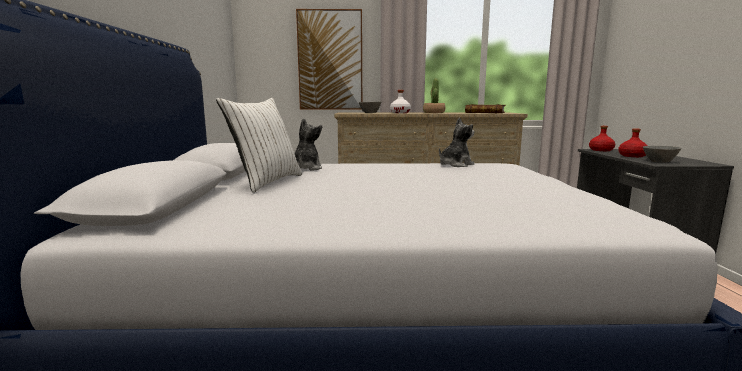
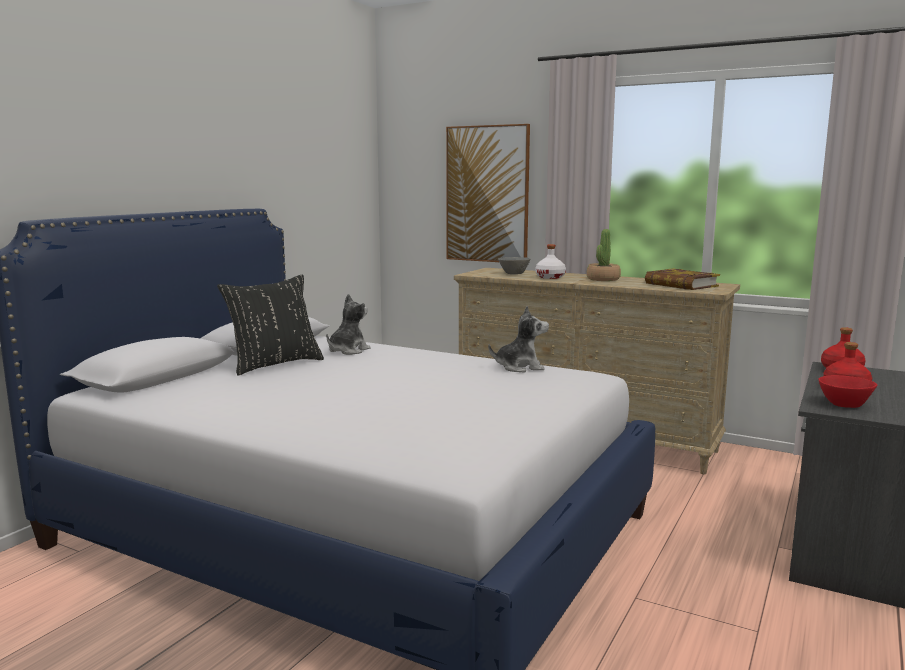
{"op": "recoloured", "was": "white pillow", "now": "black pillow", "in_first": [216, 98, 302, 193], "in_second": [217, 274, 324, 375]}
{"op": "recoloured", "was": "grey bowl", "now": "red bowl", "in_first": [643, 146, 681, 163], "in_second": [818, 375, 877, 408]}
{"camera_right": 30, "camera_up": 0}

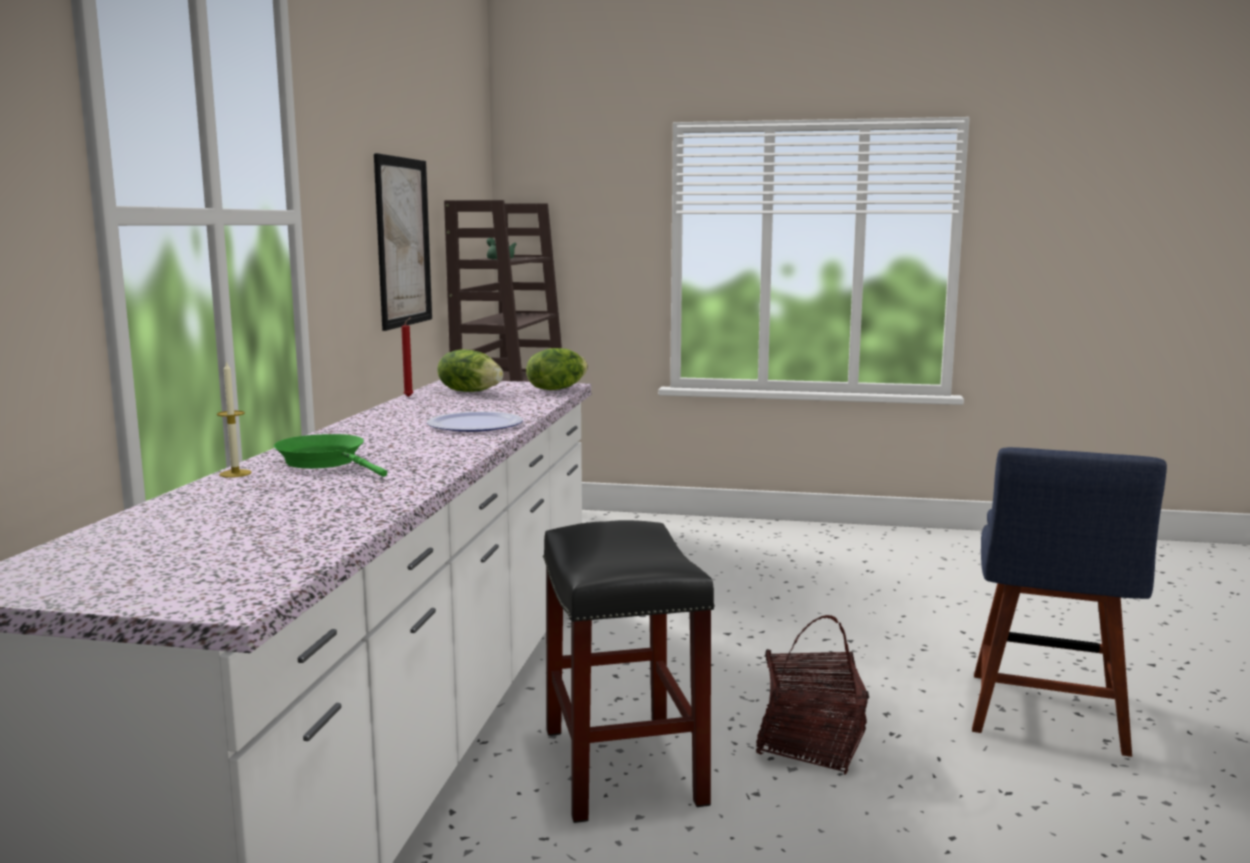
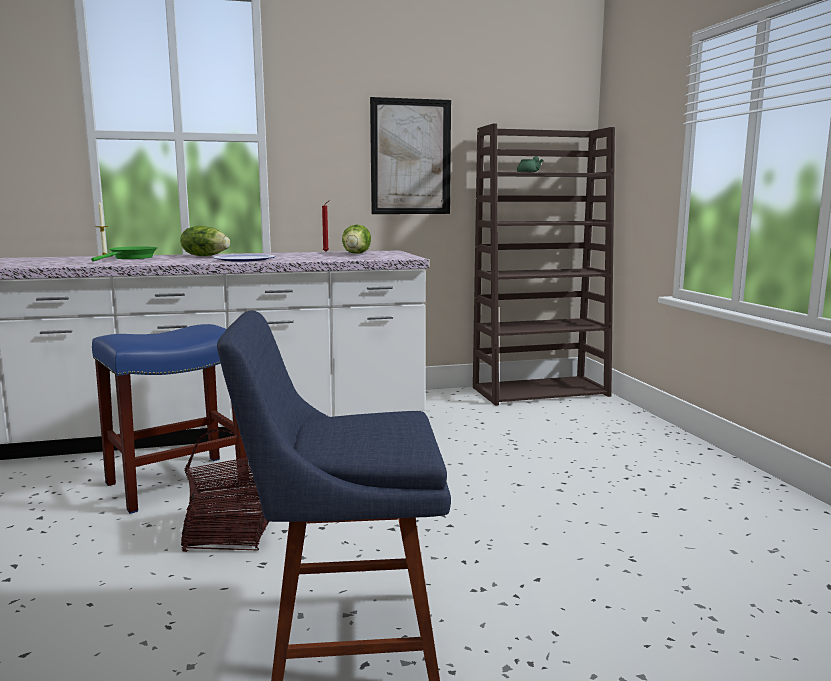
{"op": "recoloured", "was": "black stool", "now": "blue stool", "in_first": [543, 520, 715, 823], "in_second": [92, 324, 249, 514]}
{"op": "moved", "was": "lettuce", "in_first": [526, 348, 588, 390], "in_second": [180, 226, 230, 256]}
{"camera_right": 65, "camera_up": 0}

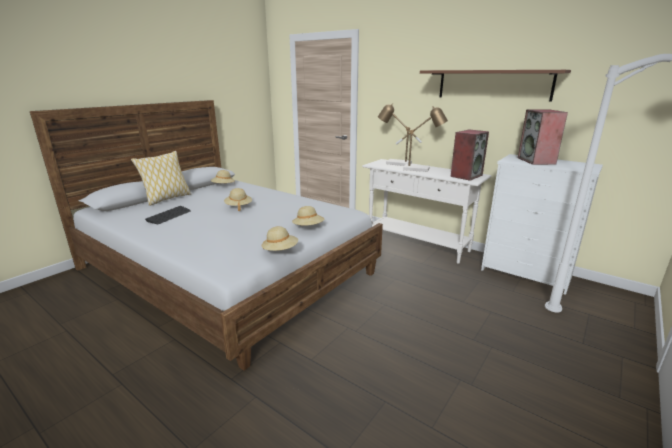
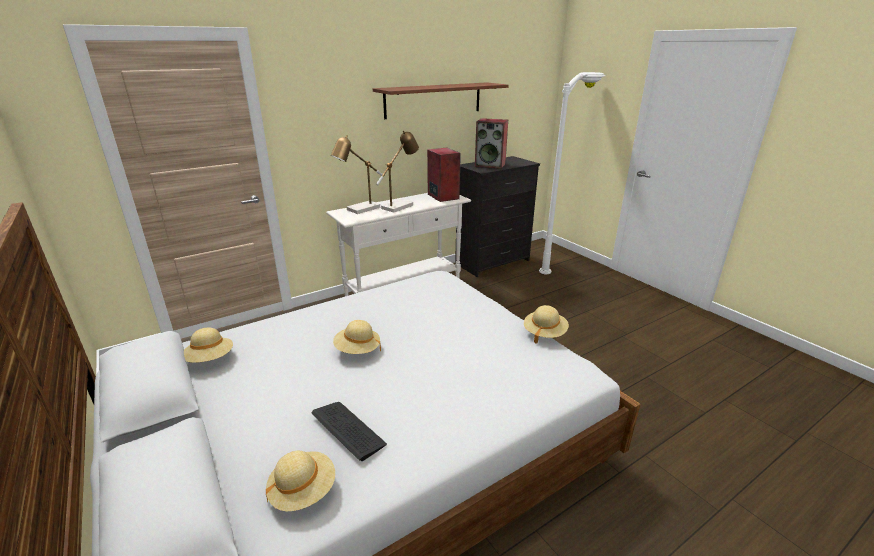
{"op": "moved", "was": "beige hat", "in_first": [292, 206, 324, 226], "in_second": [266, 451, 335, 511]}
{"op": "recoloured", "was": "white dresser", "now": "black dresser", "in_first": [481, 154, 603, 295], "in_second": [455, 156, 540, 277]}
{"op": "removed", "was": "pillow", "in_first": [131, 151, 191, 206]}
{"camera_right": -70, "camera_up": 5}

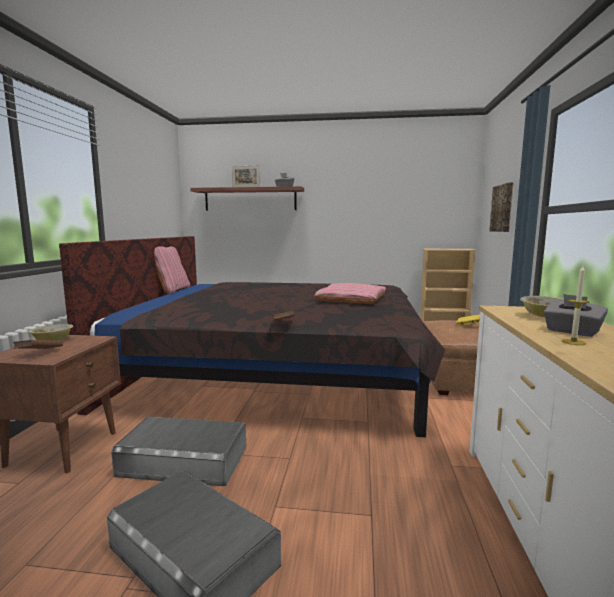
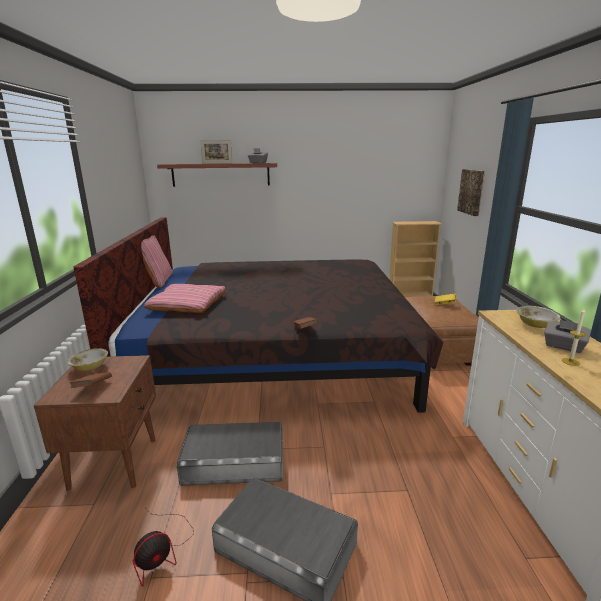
{"op": "added", "now": "fan", "in_second": [133, 507, 194, 587]}
{"op": "moved", "was": "pink pillow", "in_first": [314, 283, 386, 304], "in_second": [144, 284, 225, 313]}
{"camera_right": -10, "camera_up": 10}

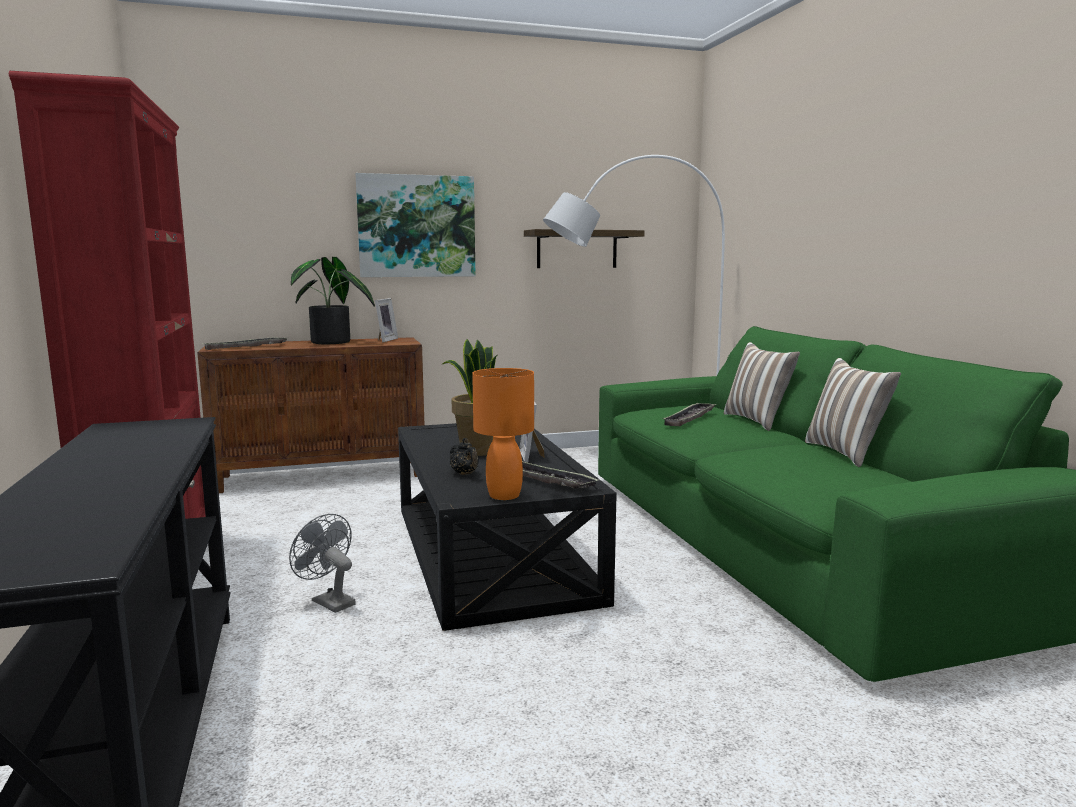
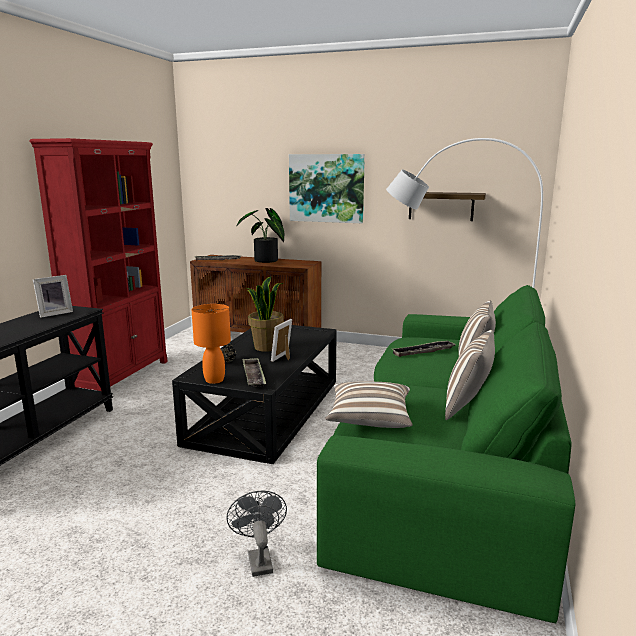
{"op": "moved", "was": "picture frame", "in_first": [375, 298, 398, 342], "in_second": [33, 275, 73, 318]}
{"op": "moved", "was": "grey fan", "in_first": [289, 514, 356, 613], "in_second": [226, 490, 287, 577]}
{"op": "added", "now": "pillow", "in_second": [325, 381, 413, 428]}
{"camera_right": 35, "camera_up": 5}

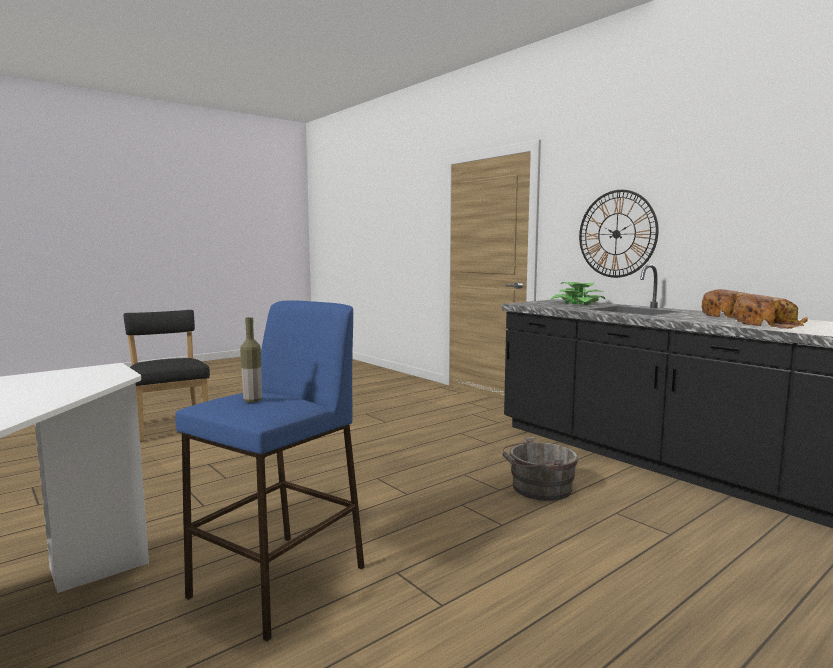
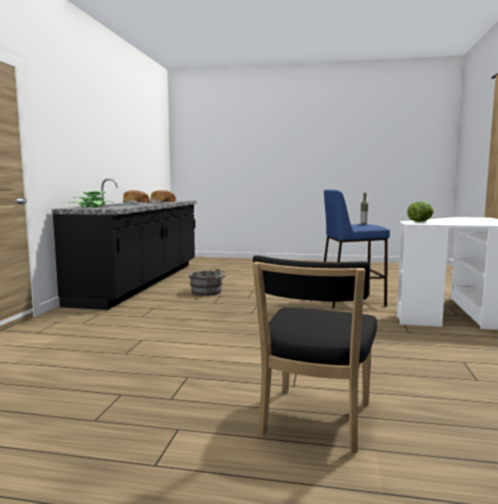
{"op": "added", "now": "lettuce", "in_second": [407, 201, 433, 222]}
{"op": "removed", "was": "wall clock", "in_first": [579, 190, 659, 278]}
{"camera_right": -130, "camera_up": 0}

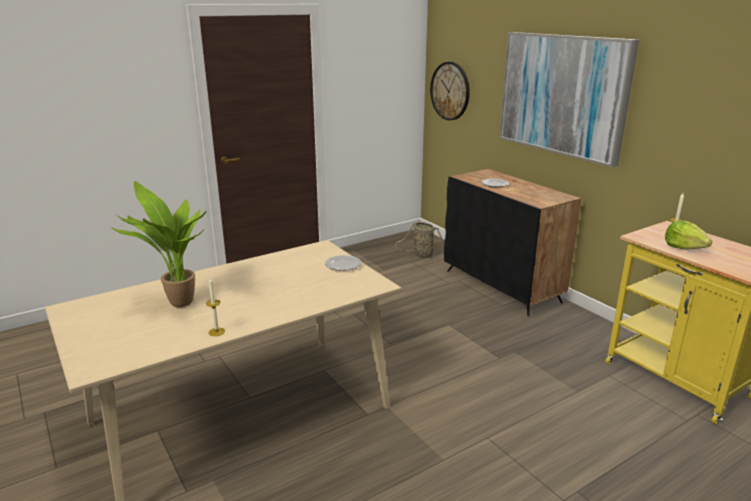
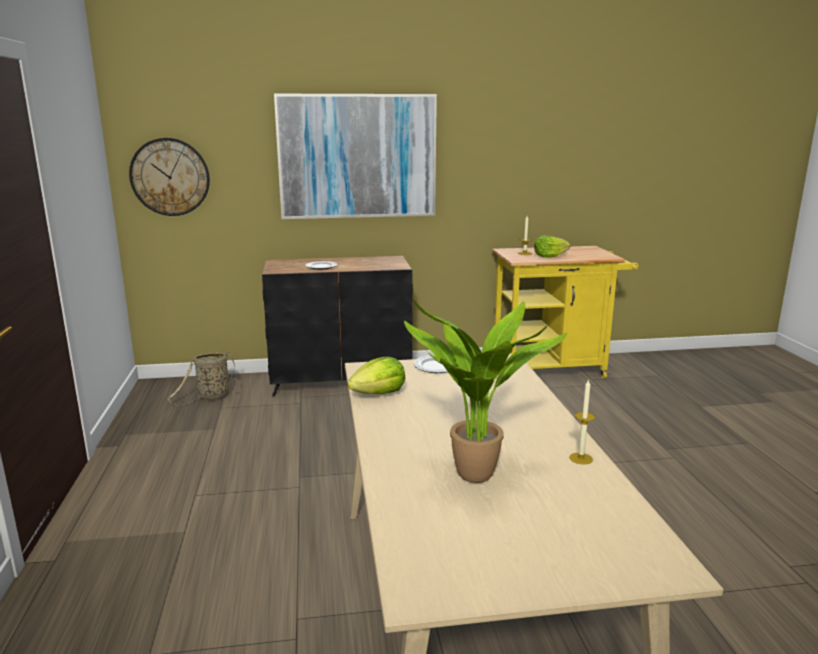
{"op": "added", "now": "lettuce", "in_second": [348, 357, 405, 394]}
{"camera_right": -65, "camera_up": -5}

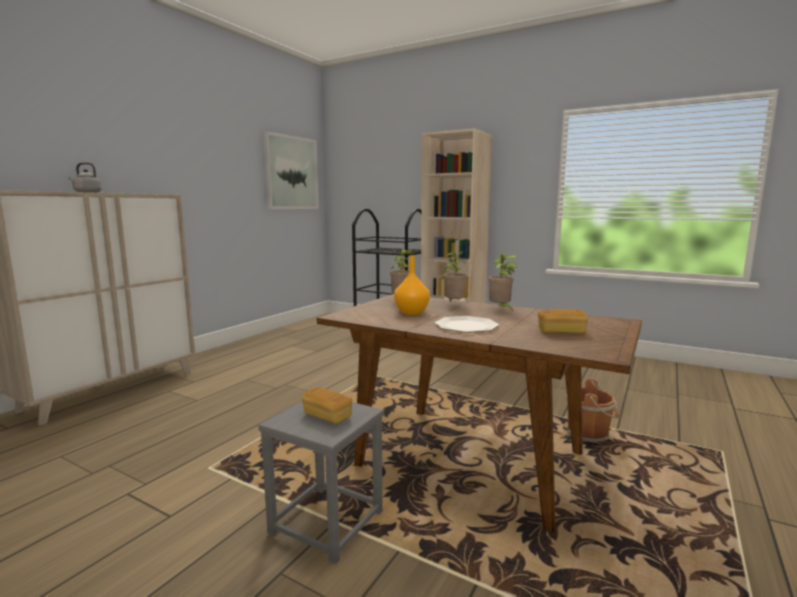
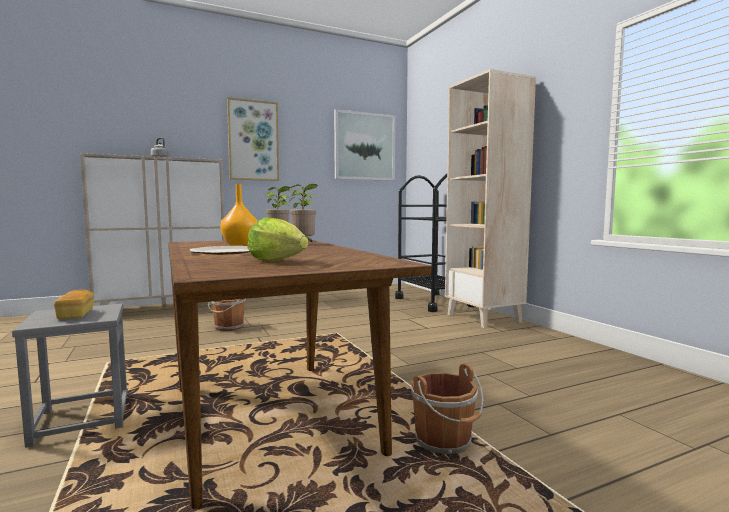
{"op": "added", "now": "brown bucket", "in_second": [208, 299, 246, 331]}
{"op": "added", "now": "picture", "in_second": [227, 97, 279, 181]}
{"op": "replaced", "was": "bread", "now": "lettuce", "in_first": [538, 309, 588, 334], "in_second": [247, 217, 308, 261]}
{"op": "removed", "was": "potted plant", "in_first": [489, 254, 517, 311]}
{"camera_right": 35, "camera_up": -5}

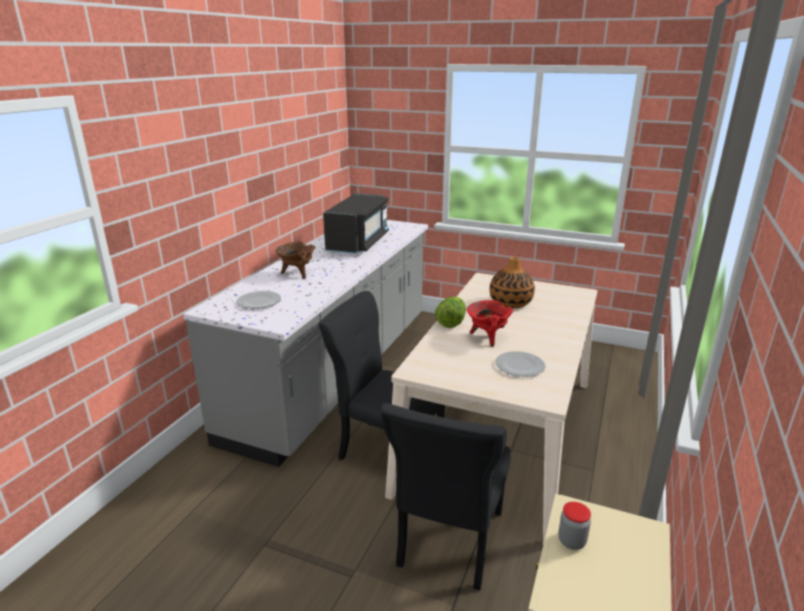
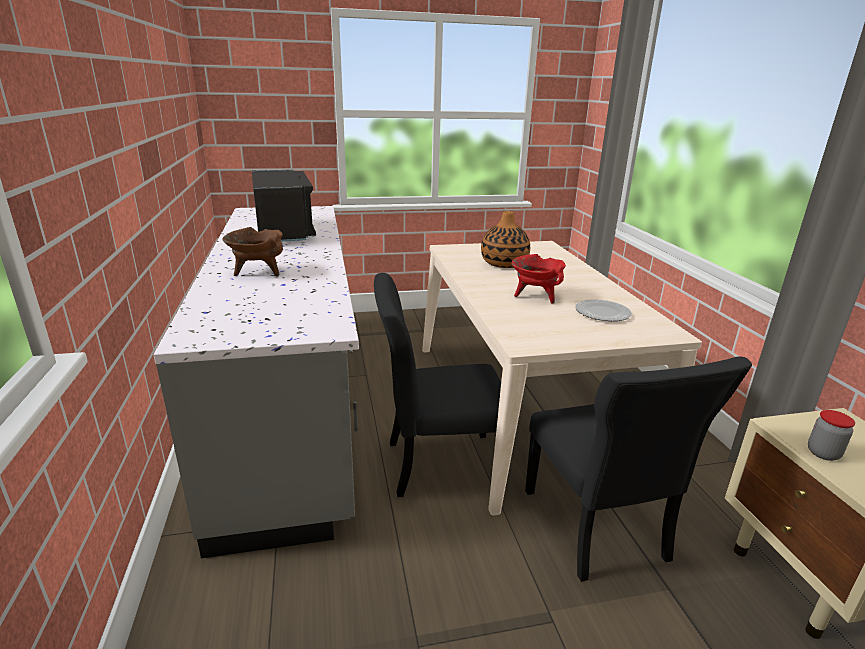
{"op": "removed", "was": "plate", "in_first": [236, 291, 281, 309]}
{"op": "removed", "was": "lettuce", "in_first": [435, 297, 466, 328]}
{"camera_right": -35, "camera_up": 0}

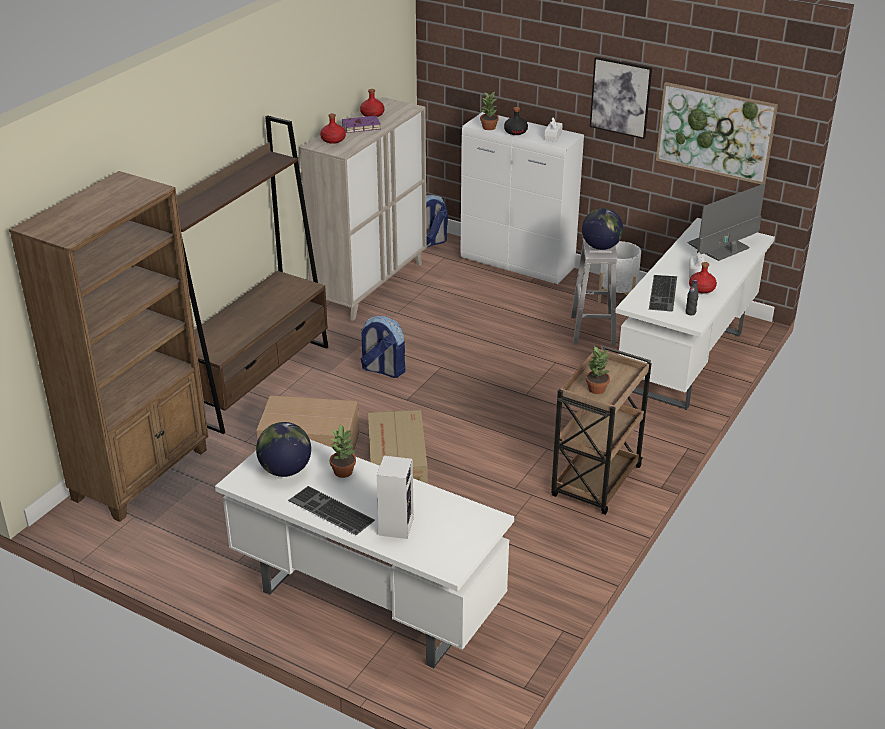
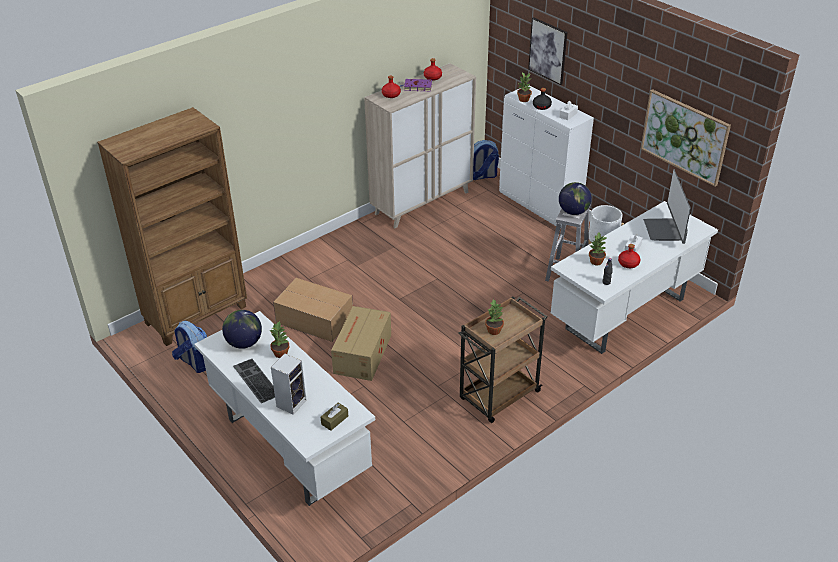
{"op": "moved", "was": "backpack", "in_first": [360, 316, 405, 378], "in_second": [172, 321, 207, 373]}
{"op": "added", "now": "brown tissue box", "in_second": [321, 403, 348, 431]}
{"op": "moved", "was": "picture", "in_first": [590, 57, 652, 139], "in_second": [528, 17, 567, 85]}
{"op": "replaced", "was": "keyboard", "now": "potted plant", "in_first": [649, 275, 677, 312], "in_second": [589, 233, 606, 265]}
{"op": "turned", "was": "monitor", "in_first": [687, 183, 765, 261], "in_second": [643, 169, 691, 244], "clockwise": -75}
{"op": "removed", "was": "brown bookcase", "in_first": [177, 115, 328, 434]}
{"camera_right": 20, "camera_up": 5}

